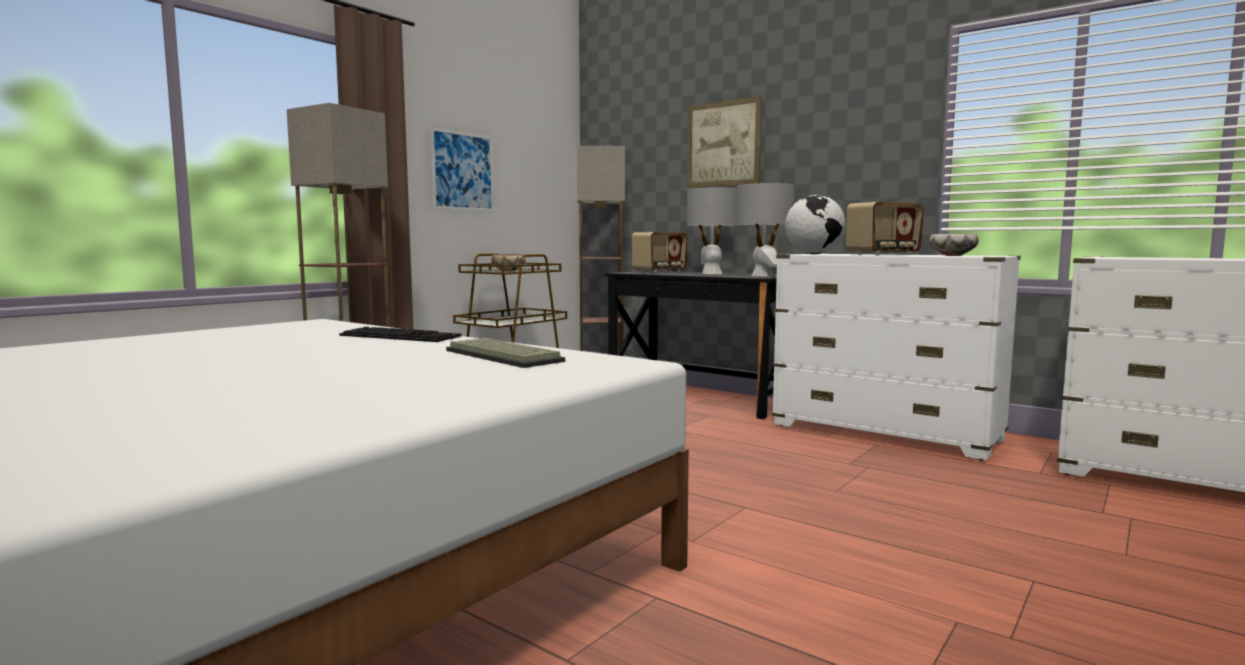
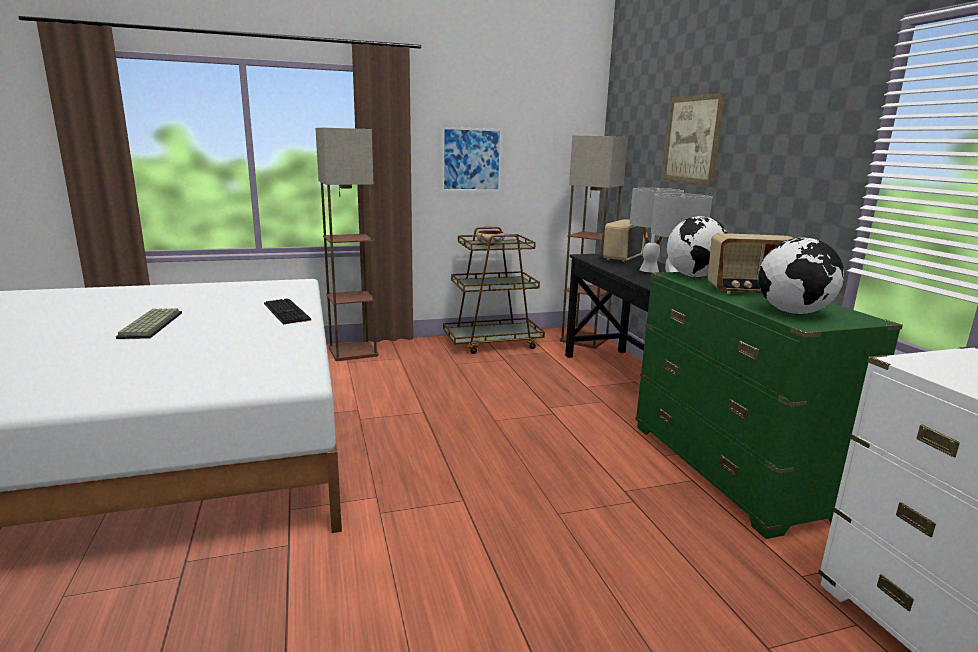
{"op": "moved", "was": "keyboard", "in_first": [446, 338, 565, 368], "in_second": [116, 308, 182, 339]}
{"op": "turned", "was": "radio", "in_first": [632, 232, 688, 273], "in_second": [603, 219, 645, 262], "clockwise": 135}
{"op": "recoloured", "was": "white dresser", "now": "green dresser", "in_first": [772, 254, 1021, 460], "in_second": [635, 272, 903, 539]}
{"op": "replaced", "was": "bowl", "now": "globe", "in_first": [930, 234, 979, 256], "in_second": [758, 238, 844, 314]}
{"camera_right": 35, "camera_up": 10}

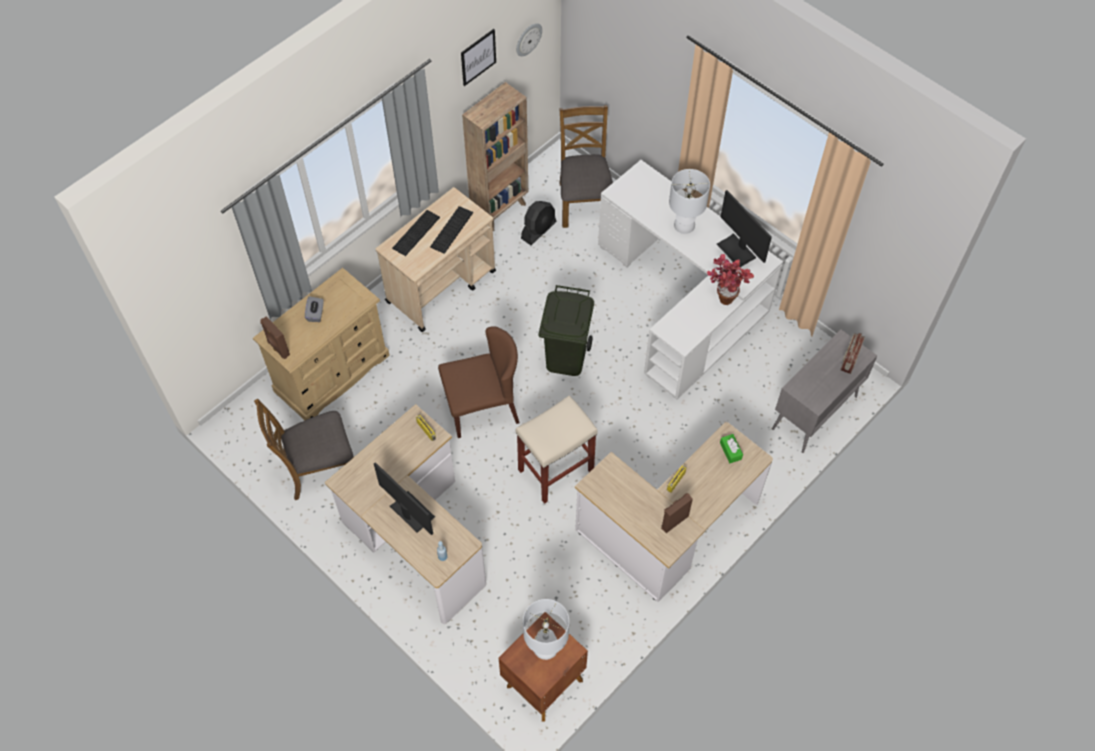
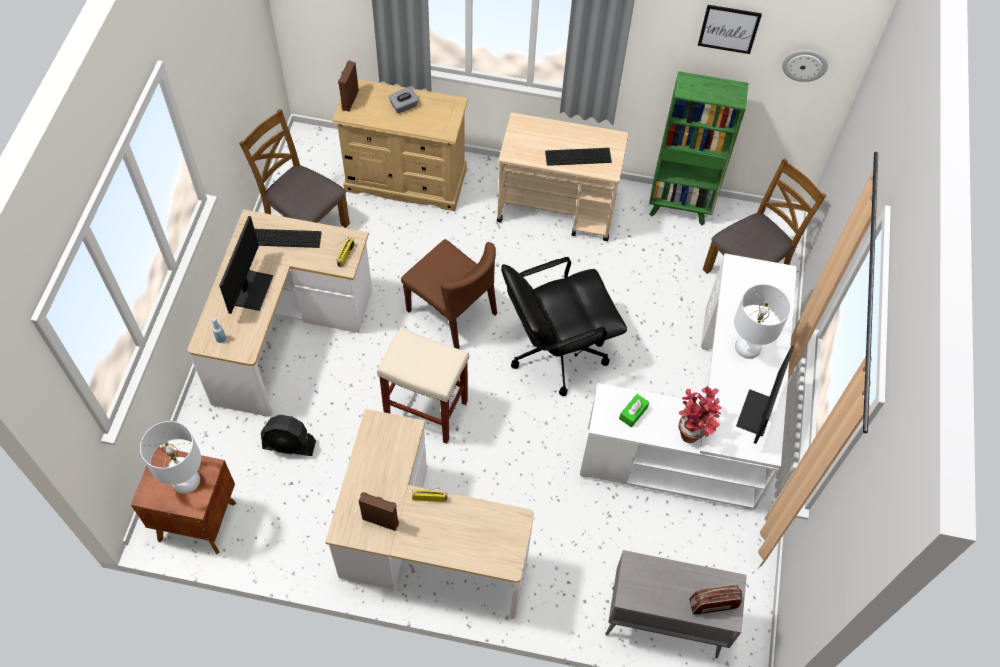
{"op": "moved", "was": "keyboard", "in_first": [392, 210, 440, 256], "in_second": [254, 229, 322, 248]}
{"op": "moved", "was": "black fan", "in_first": [521, 201, 556, 245], "in_second": [261, 415, 316, 456]}
{"op": "replaced", "was": "green trash can", "now": "black office chair", "in_first": [539, 285, 594, 376], "in_second": [501, 257, 627, 396]}
{"op": "moved", "was": "green tissue box", "in_first": [720, 434, 743, 463], "in_second": [619, 394, 649, 427]}
{"op": "recoloured", "was": "brown bookcase", "now": "green bookcase", "in_first": [462, 82, 528, 231], "in_second": [649, 71, 749, 226]}
{"camera_right": 55, "camera_up": 0}

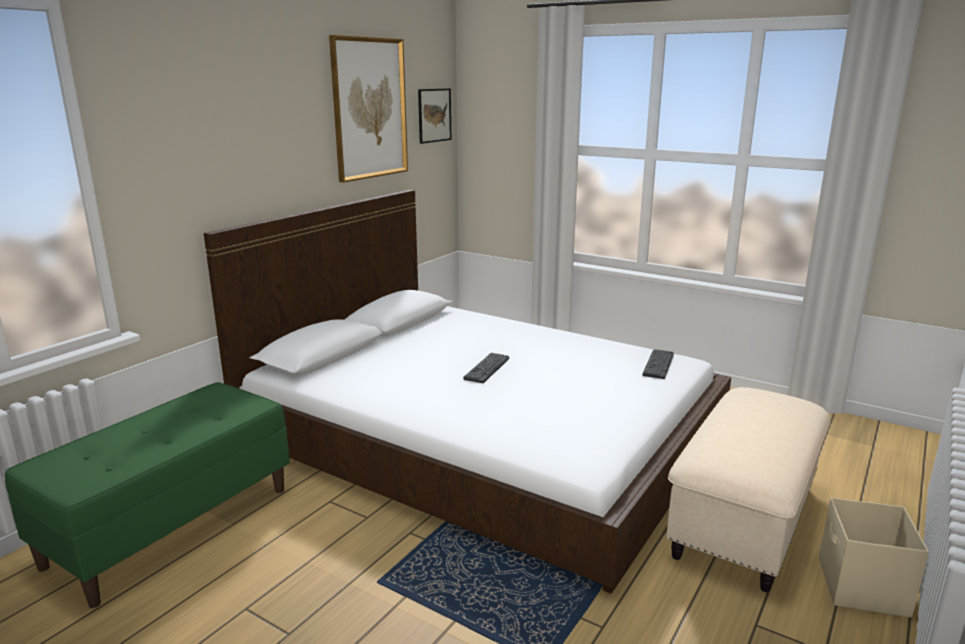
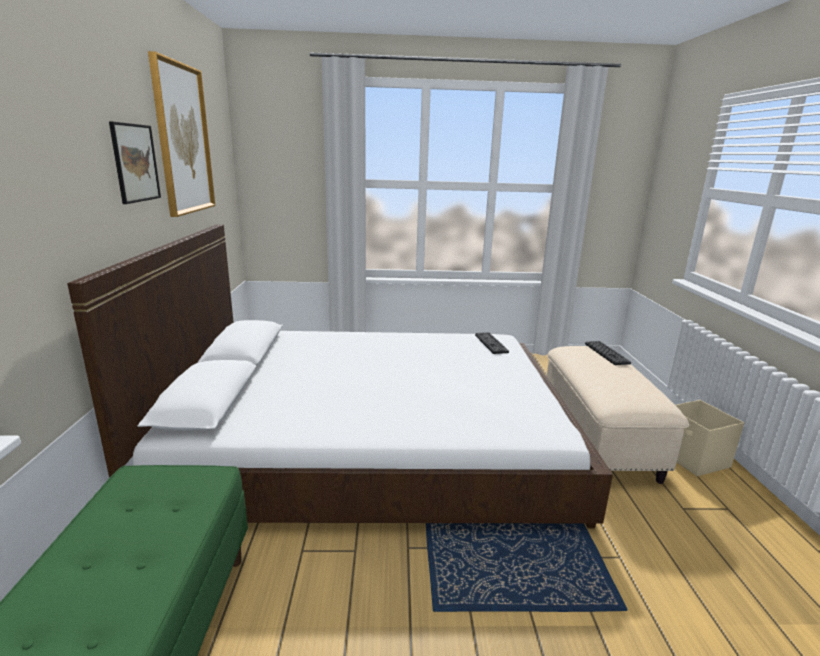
{"op": "moved", "was": "picture", "in_first": [418, 88, 451, 144], "in_second": [109, 121, 161, 204]}
{"op": "moved", "was": "keyboard", "in_first": [463, 353, 509, 383], "in_second": [585, 341, 631, 365]}
{"camera_right": -35, "camera_up": 0}

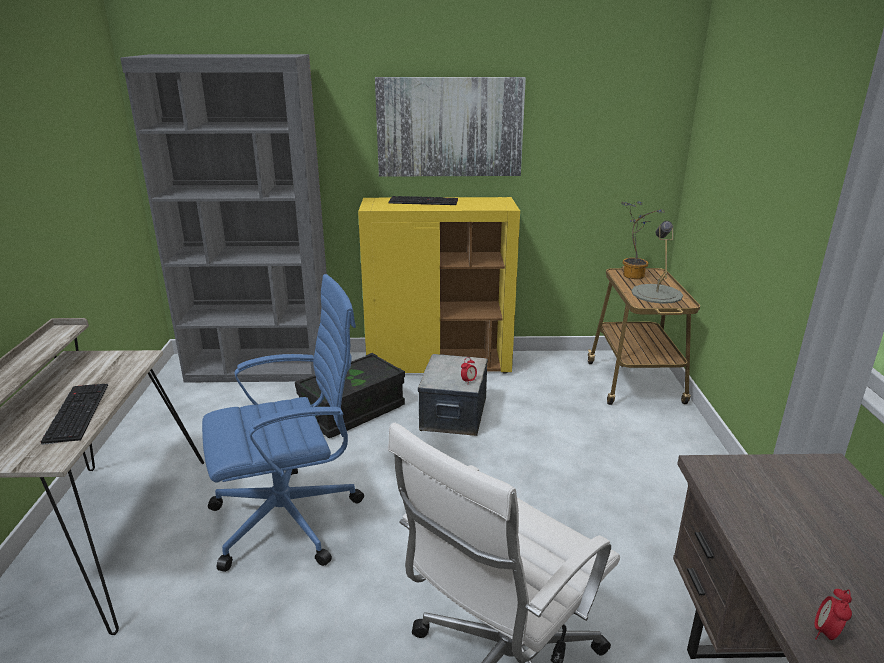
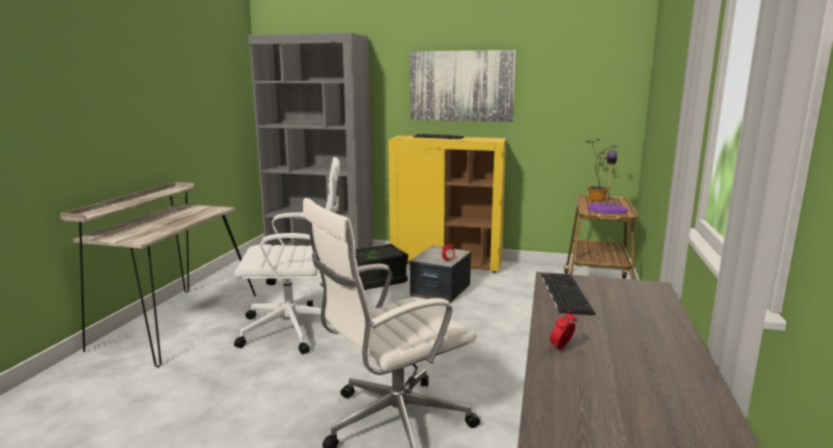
{"op": "recoloured", "was": "blue office chair", "now": "white office chair", "in_first": [202, 274, 364, 572], "in_second": [234, 157, 340, 354]}
{"op": "moved", "was": "keyboard", "in_first": [41, 384, 108, 445], "in_second": [541, 273, 596, 315]}
{"op": "recoloured", "was": "grey table lamp", "now": "purple table lamp", "in_first": [631, 221, 683, 304], "in_second": [587, 150, 628, 214]}
{"camera_right": 15, "camera_up": -10}

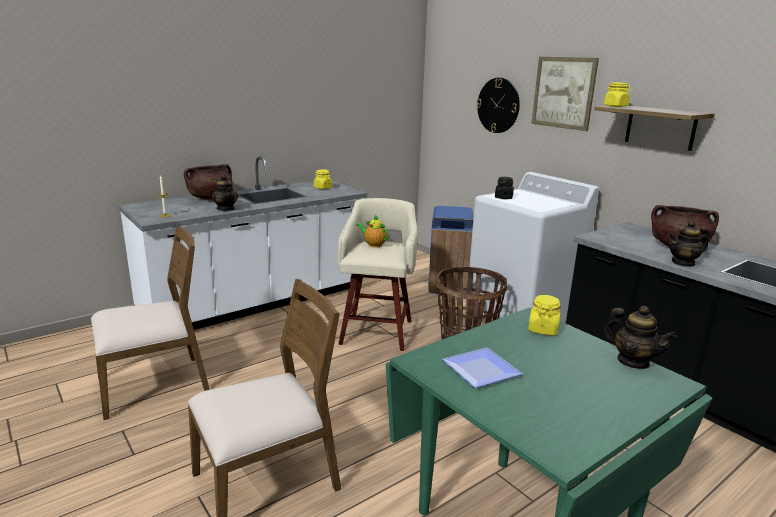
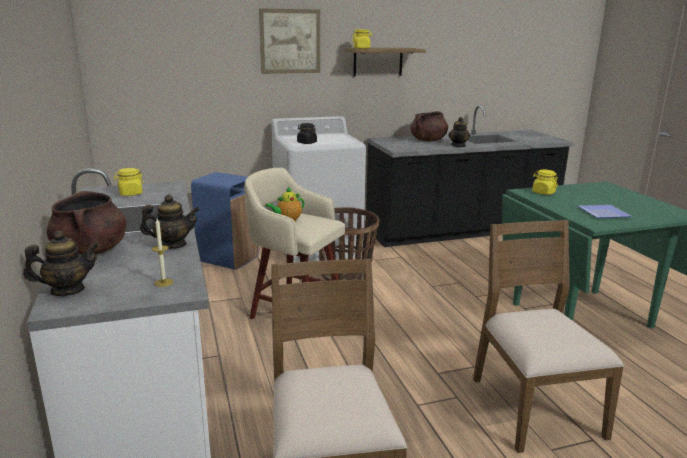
{"op": "moved", "was": "teapot", "in_first": [604, 306, 676, 369], "in_second": [24, 231, 99, 296]}
{"op": "removed", "was": "wall clock", "in_first": [477, 78, 520, 133]}
{"camera_right": -70, "camera_up": 0}

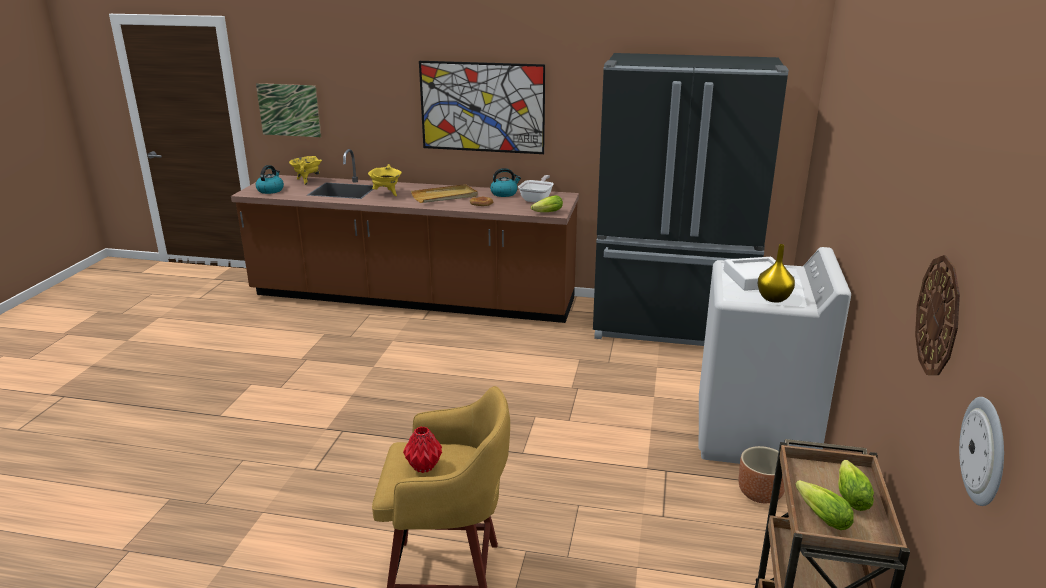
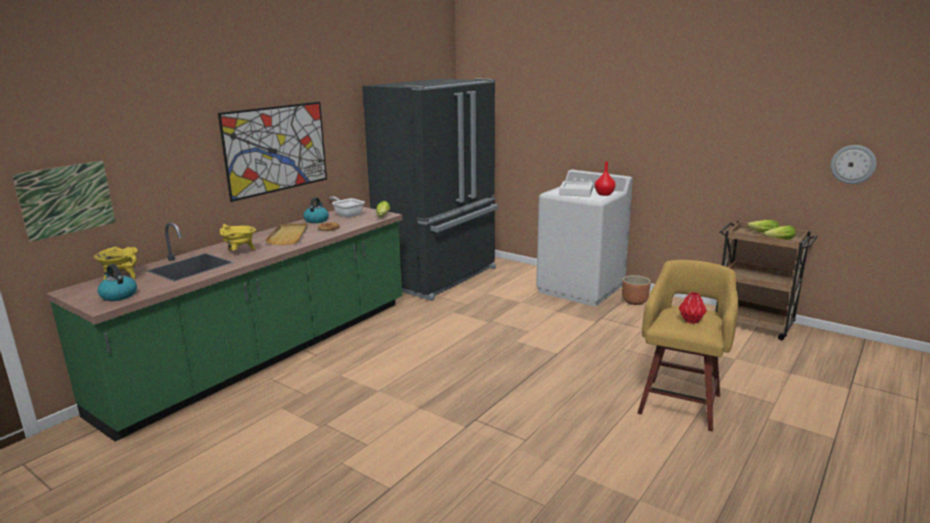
{"op": "recoloured", "was": "brown counter", "now": "green counter", "in_first": [231, 149, 579, 323], "in_second": [46, 207, 403, 442]}
{"op": "recoloured", "was": "yellow vase", "now": "red vase", "in_first": [758, 244, 795, 303], "in_second": [595, 162, 616, 196]}
{"op": "removed", "was": "wall clock", "in_first": [915, 255, 960, 375]}
{"camera_right": -65, "camera_up": -5}

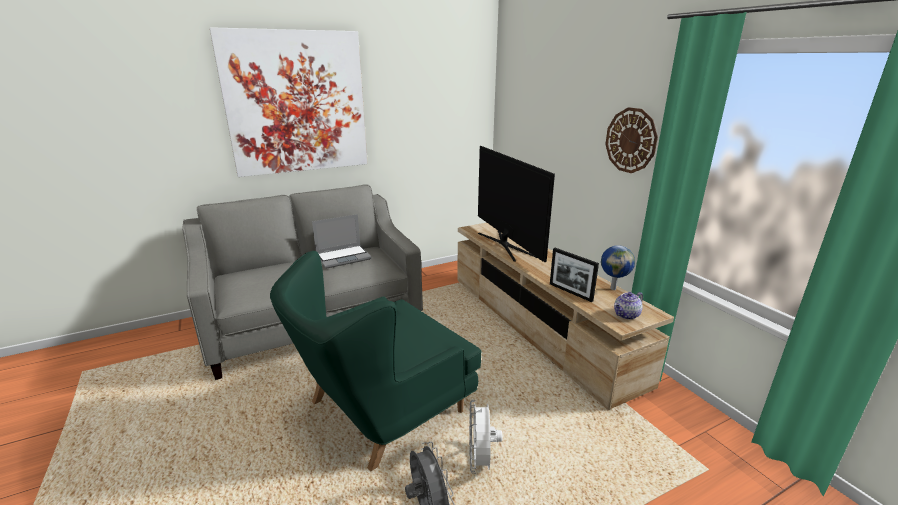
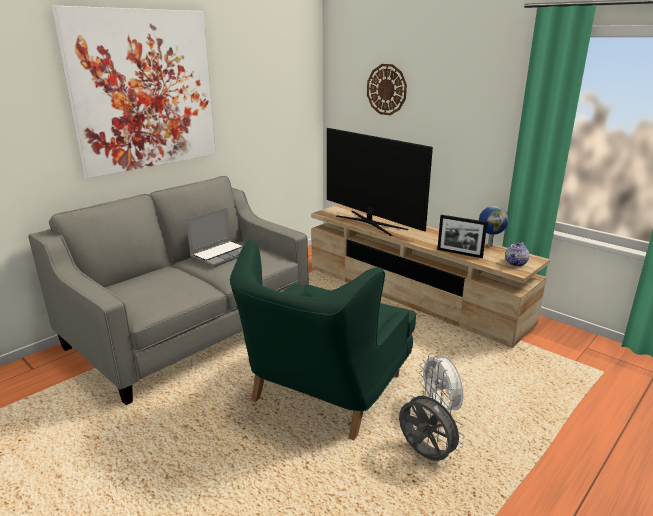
{"op": "moved", "was": "wall clock", "in_first": [605, 107, 658, 173], "in_second": [367, 64, 407, 115]}
{"camera_right": -20, "camera_up": 0}

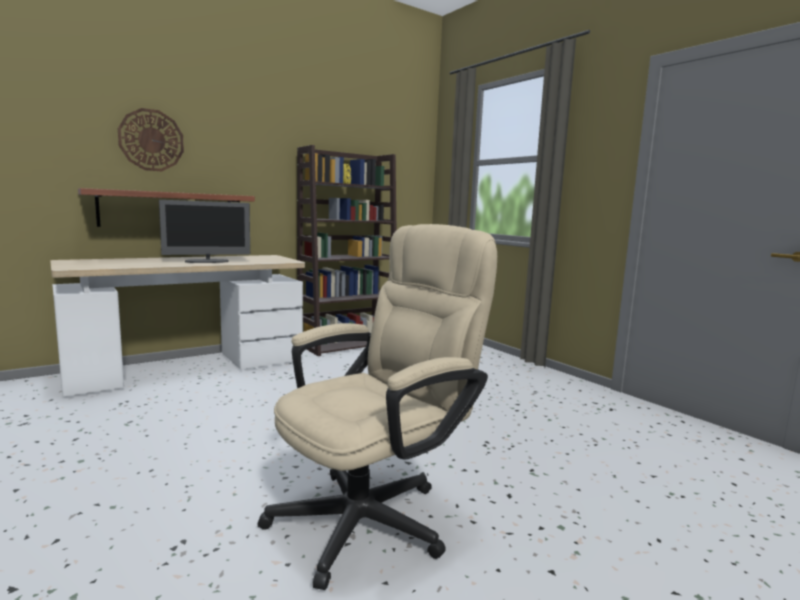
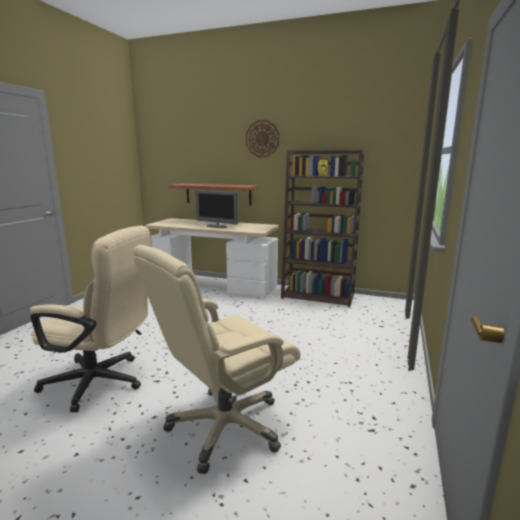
{"op": "added", "now": "beige office chair", "in_second": [133, 245, 301, 474]}
{"op": "moved", "was": "wall clock", "in_first": [118, 108, 184, 171], "in_second": [246, 120, 279, 157]}
{"camera_right": 55, "camera_up": 5}

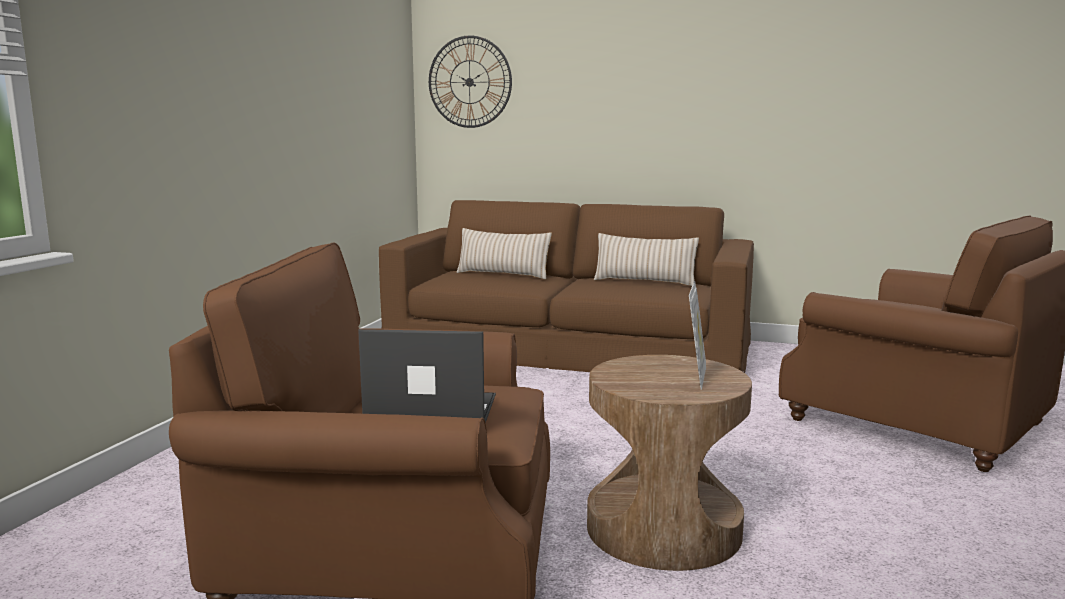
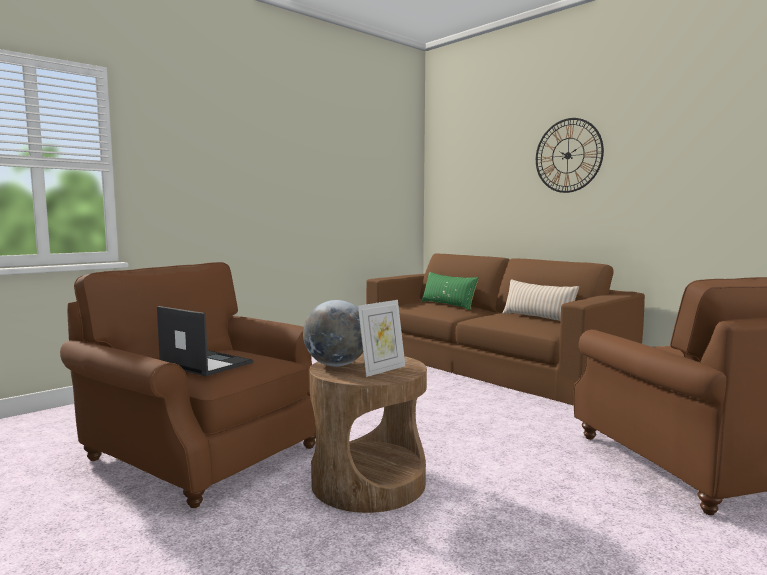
{"op": "added", "now": "globe", "in_second": [303, 300, 363, 367]}
{"op": "recoloured", "was": "beige pillow", "now": "green pillow", "in_first": [456, 228, 552, 279], "in_second": [421, 272, 479, 310]}
{"op": "moved", "was": "wall clock", "in_first": [429, 36, 512, 128], "in_second": [536, 118, 604, 193]}
{"camera_right": 30, "camera_up": -5}

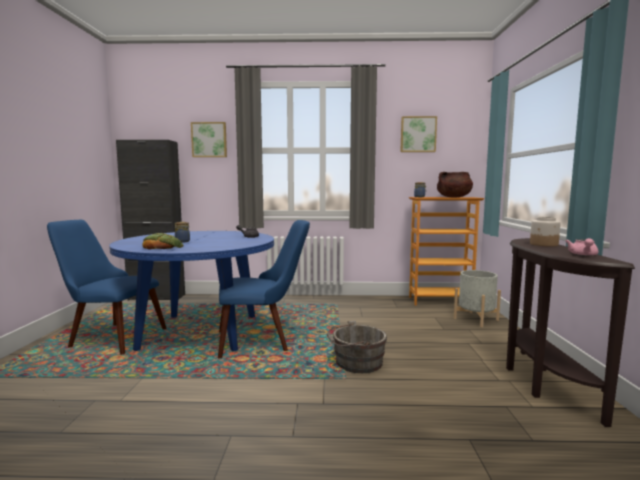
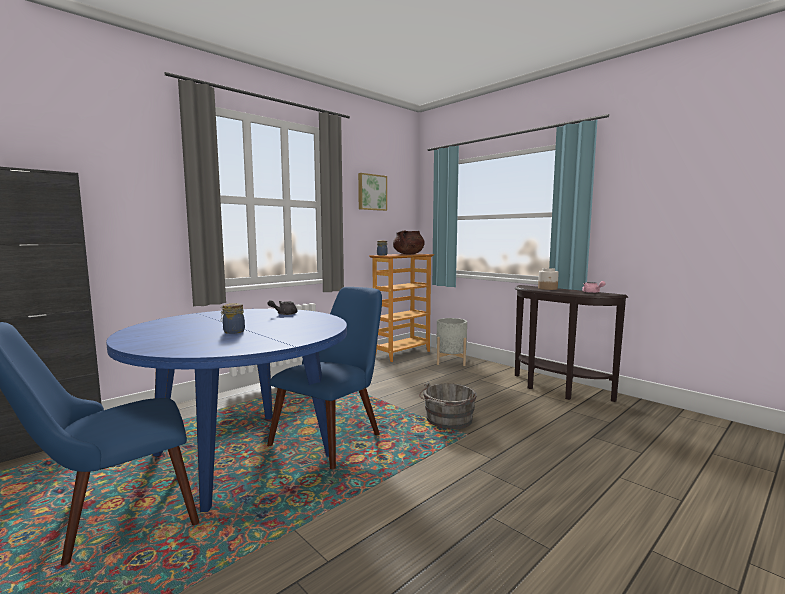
{"op": "removed", "was": "bread", "in_first": [143, 233, 183, 250]}
{"op": "removed", "was": "picture", "in_first": [191, 122, 227, 157]}
{"camera_right": -45, "camera_up": 0}

